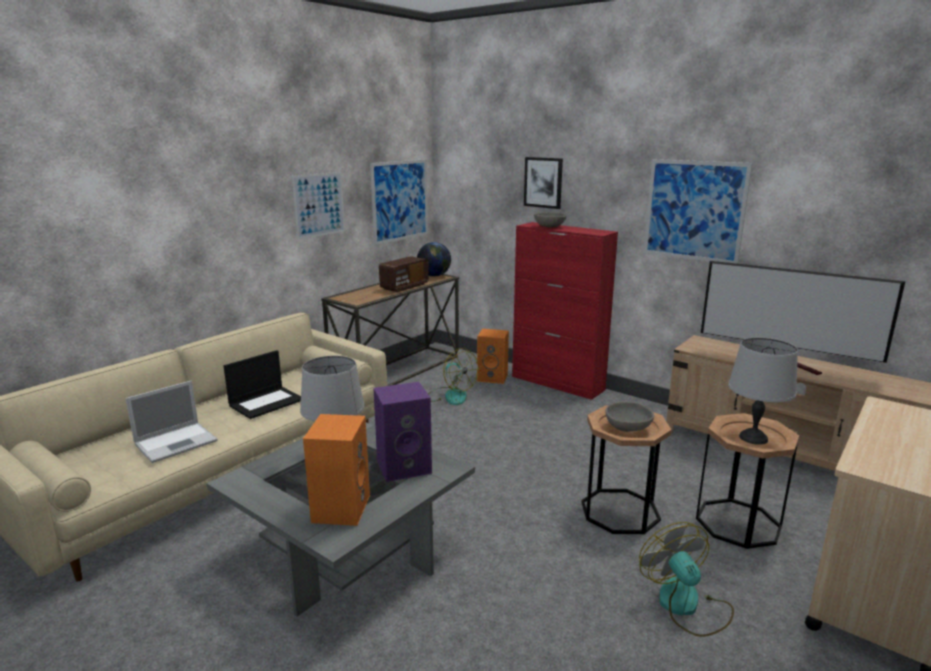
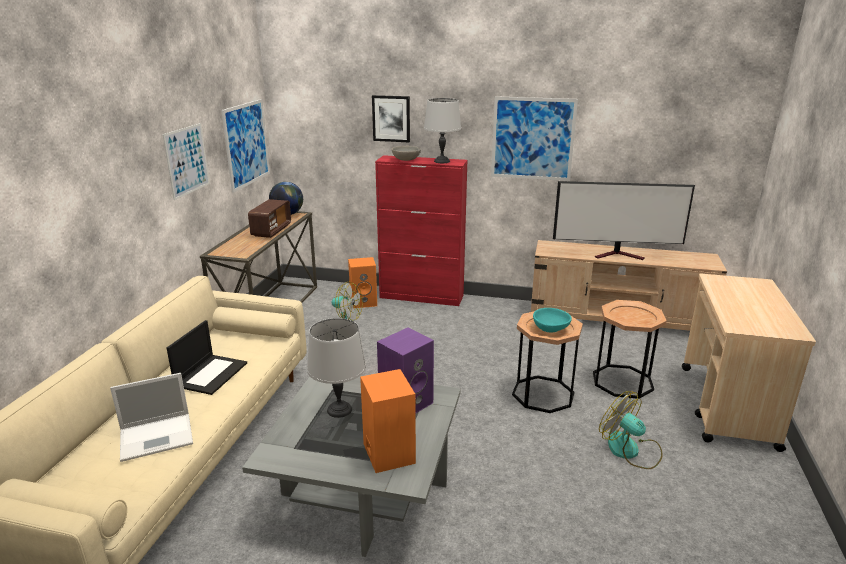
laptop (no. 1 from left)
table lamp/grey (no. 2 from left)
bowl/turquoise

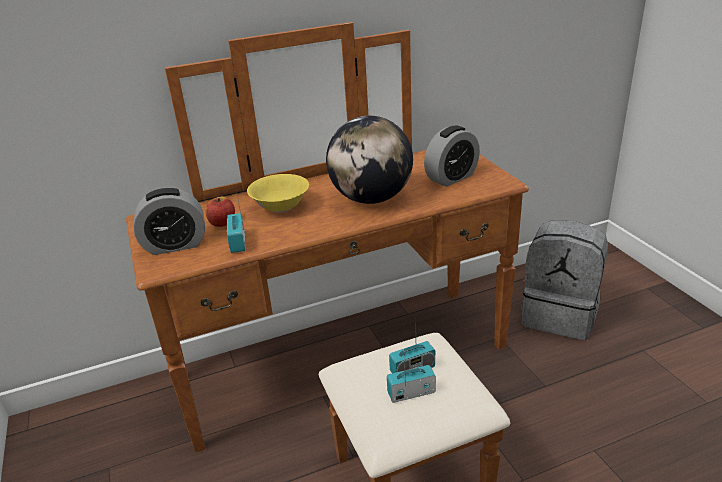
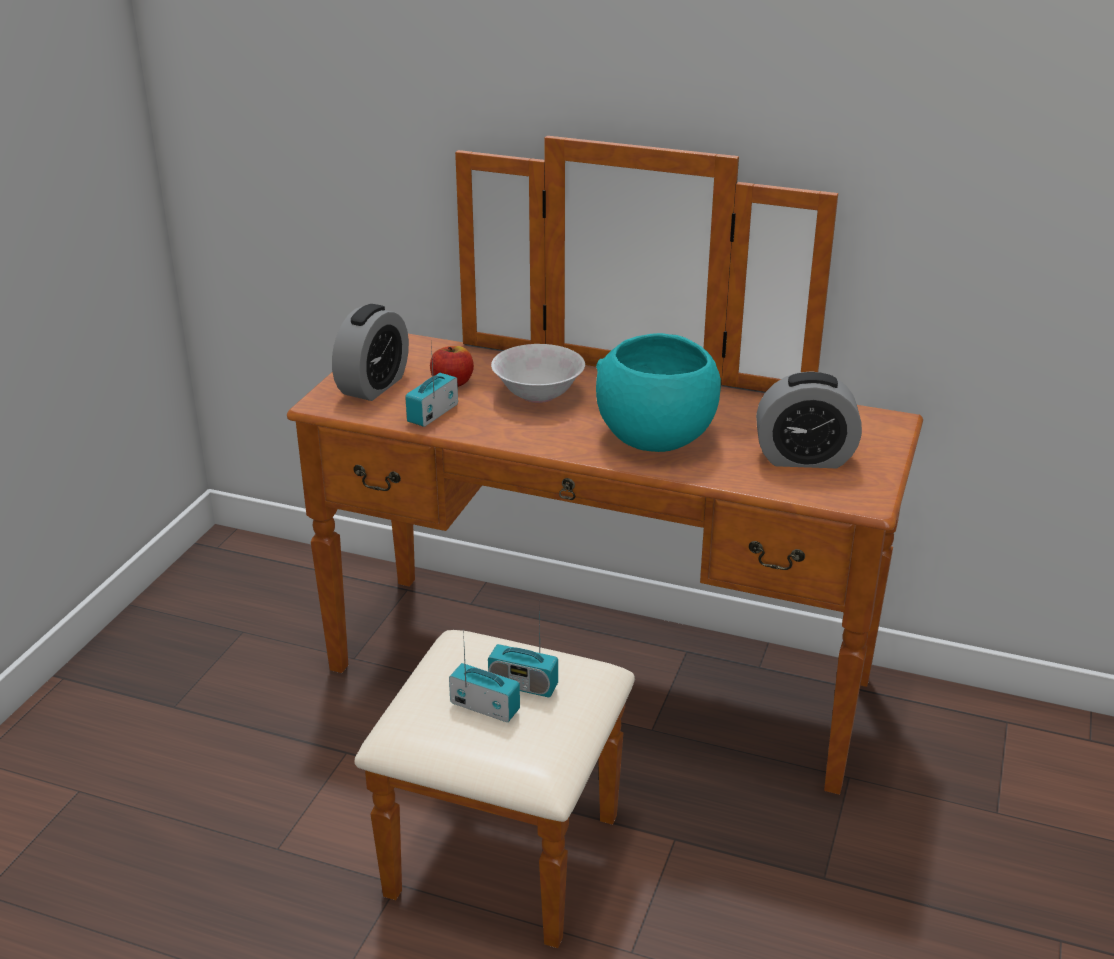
alarm clock (no. 1 from left)
bowl/white
bowl/turquoise
backpack/grey

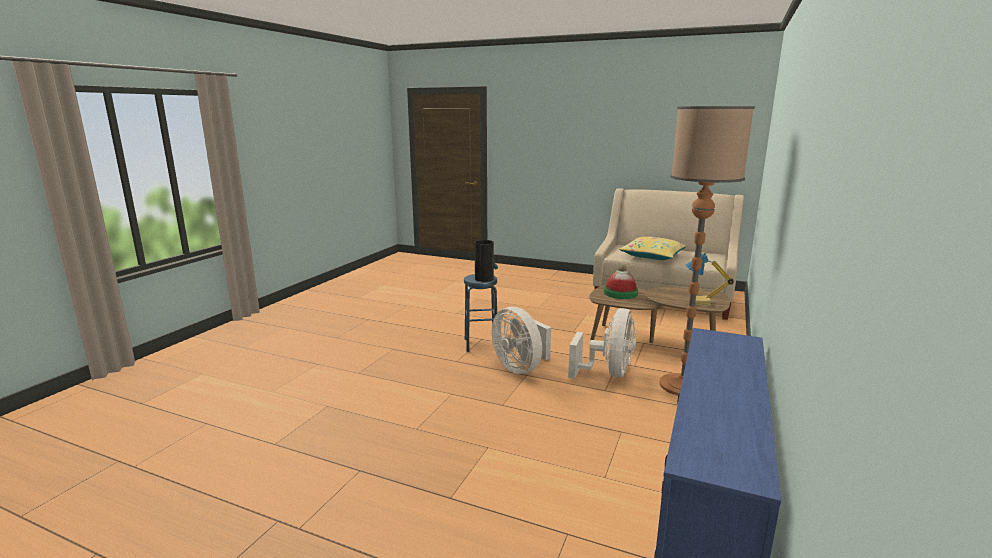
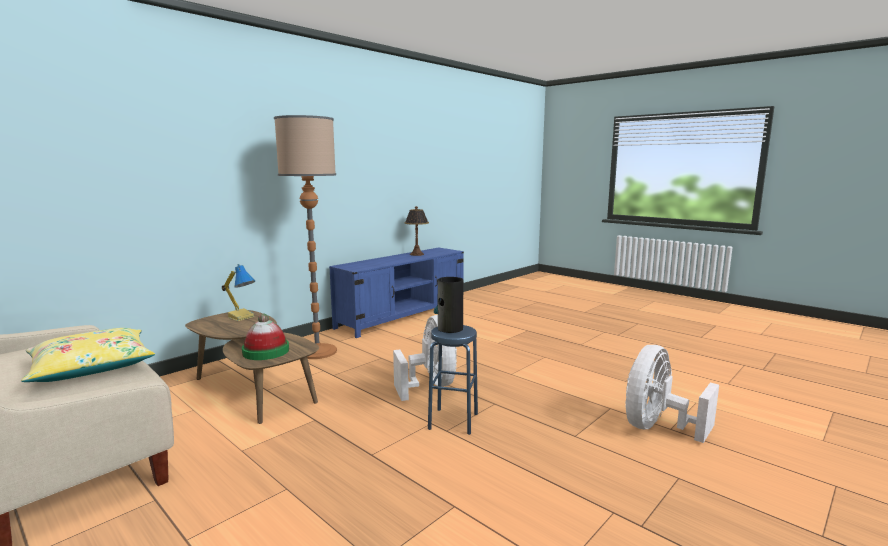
table lamp (no. 2 from left)
fan/white (no. 2 from left)

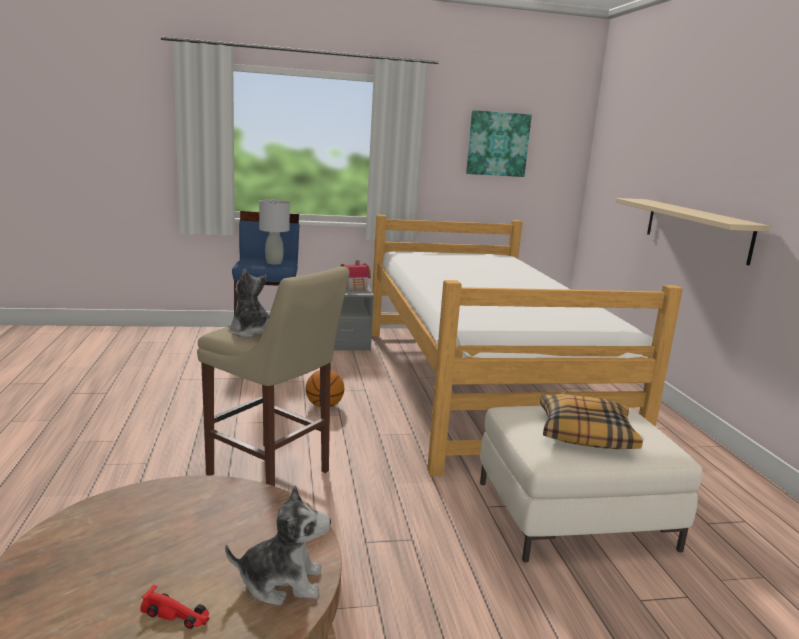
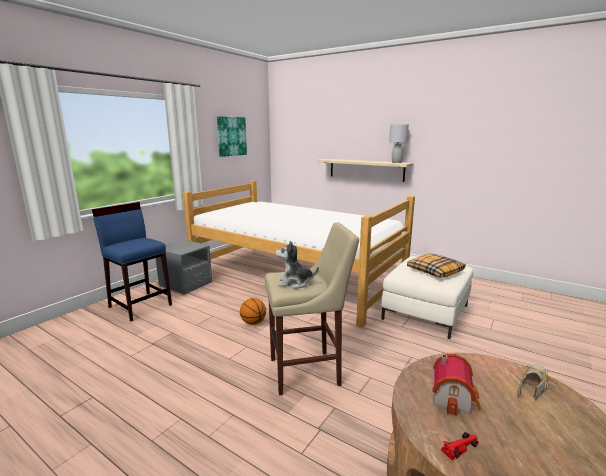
table lamp/grey
toy house
toy car/red
shoe

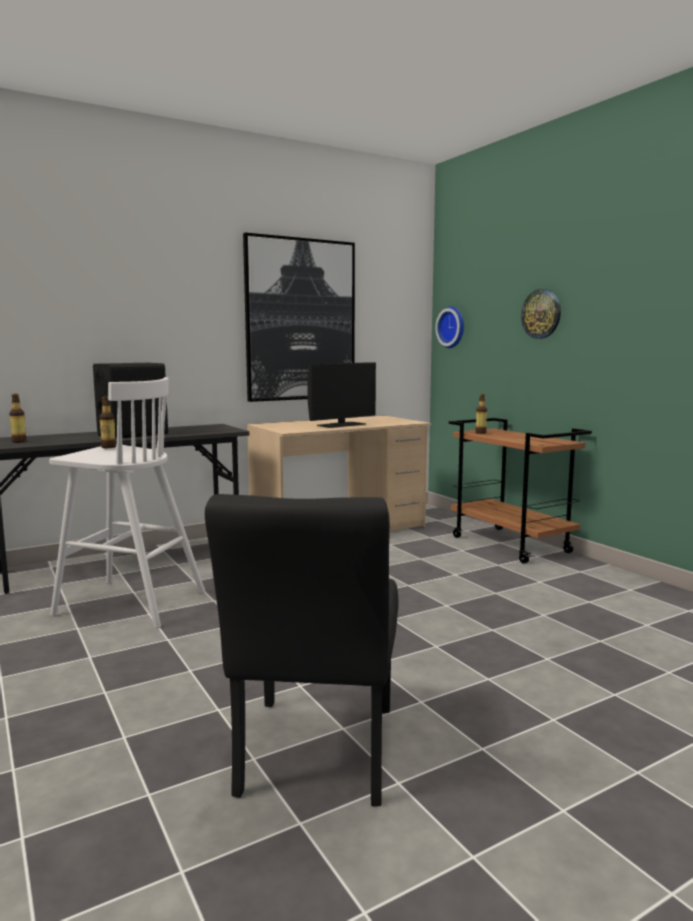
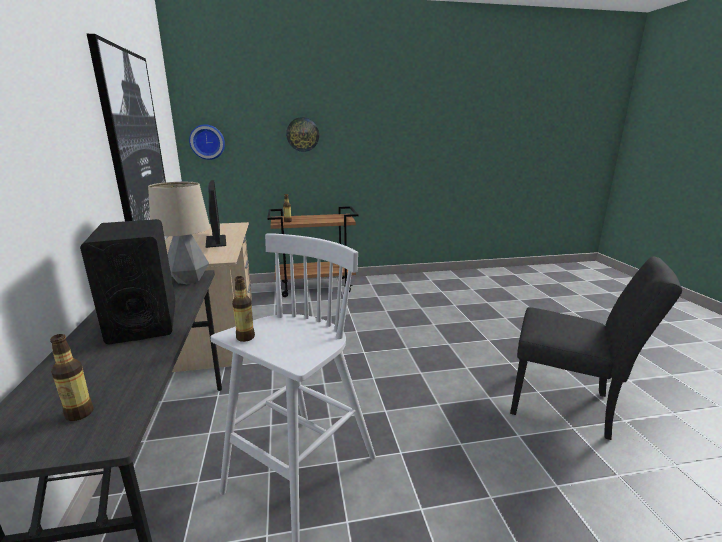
table lamp

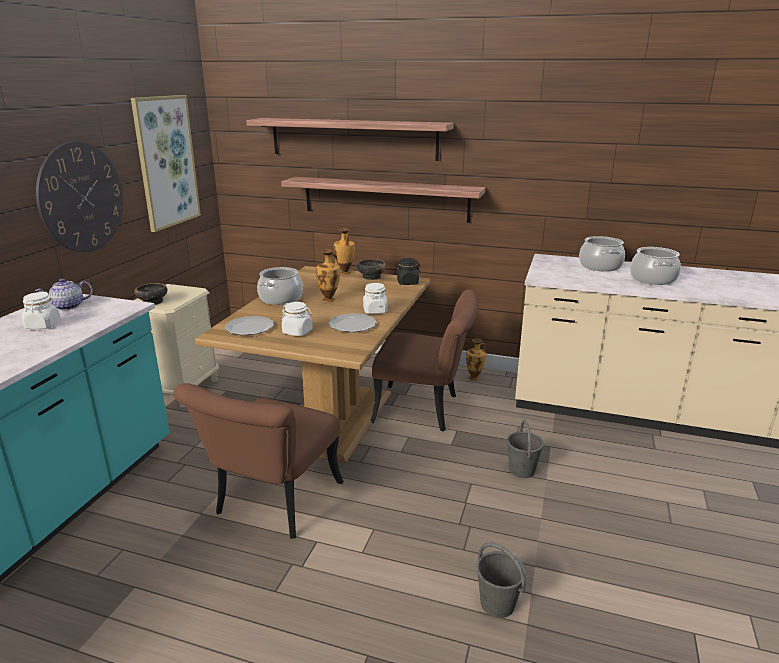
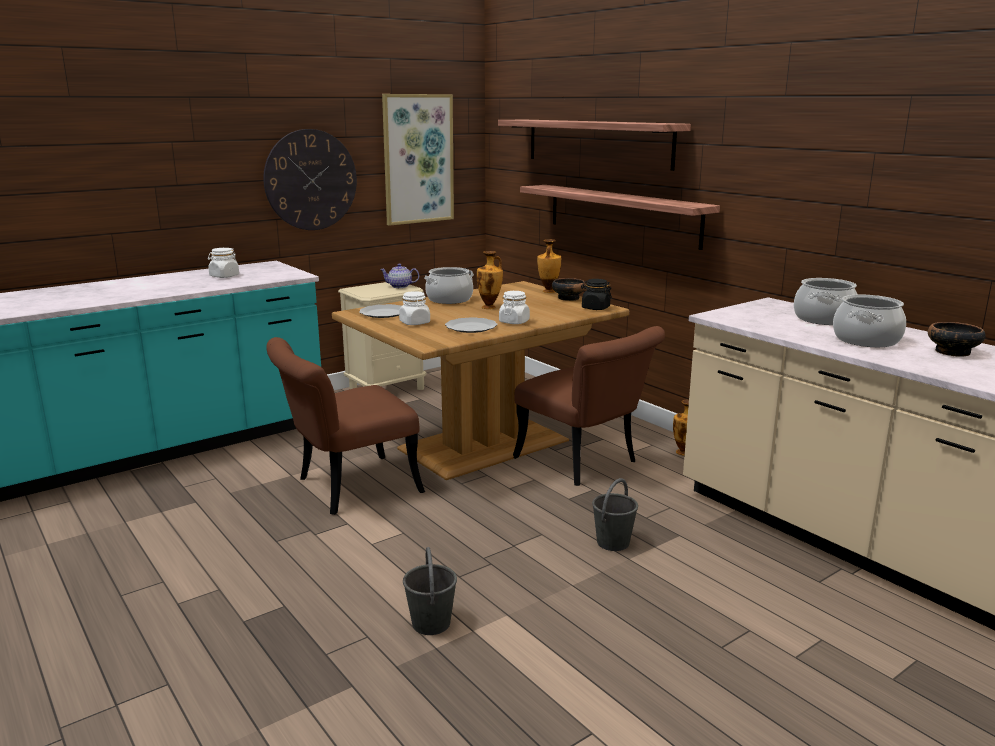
teapot
bowl (no. 2 from left)

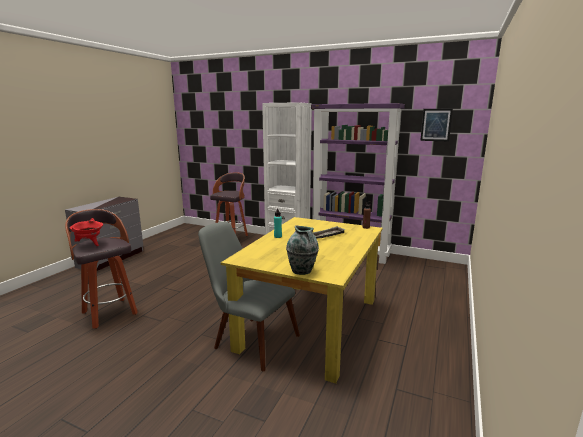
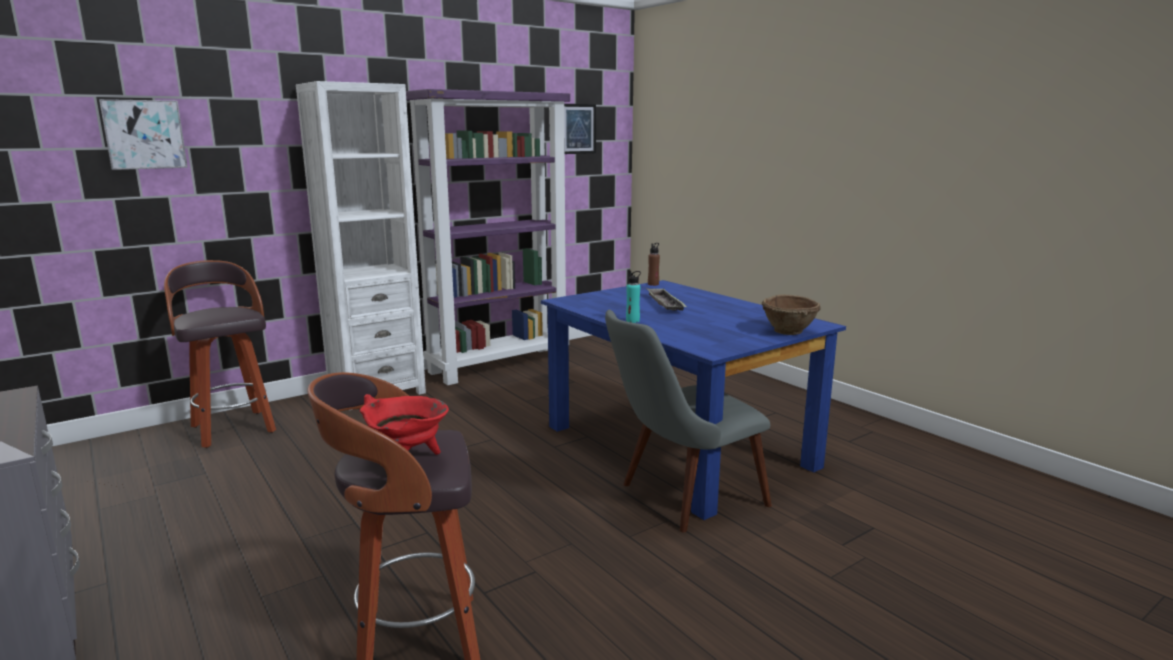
picture (no. 1 from left)
dining table/blue
bowl/brown

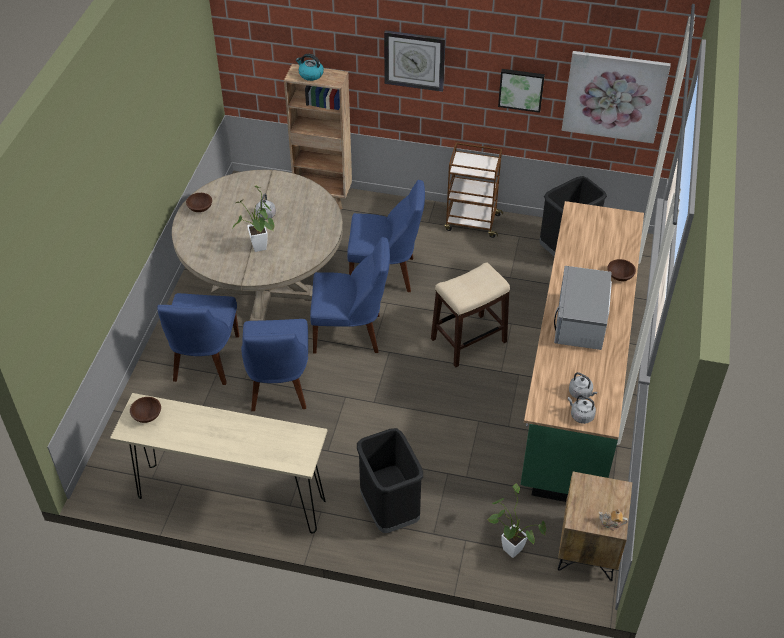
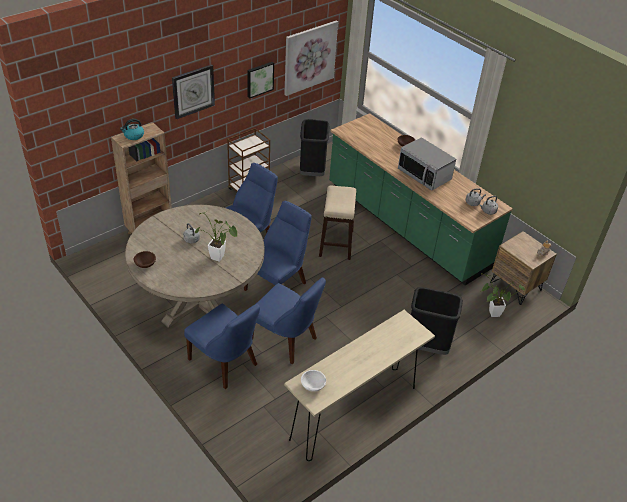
bowl/white

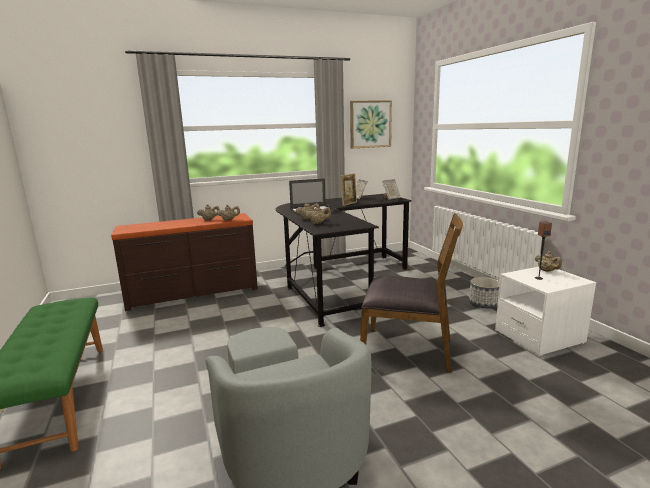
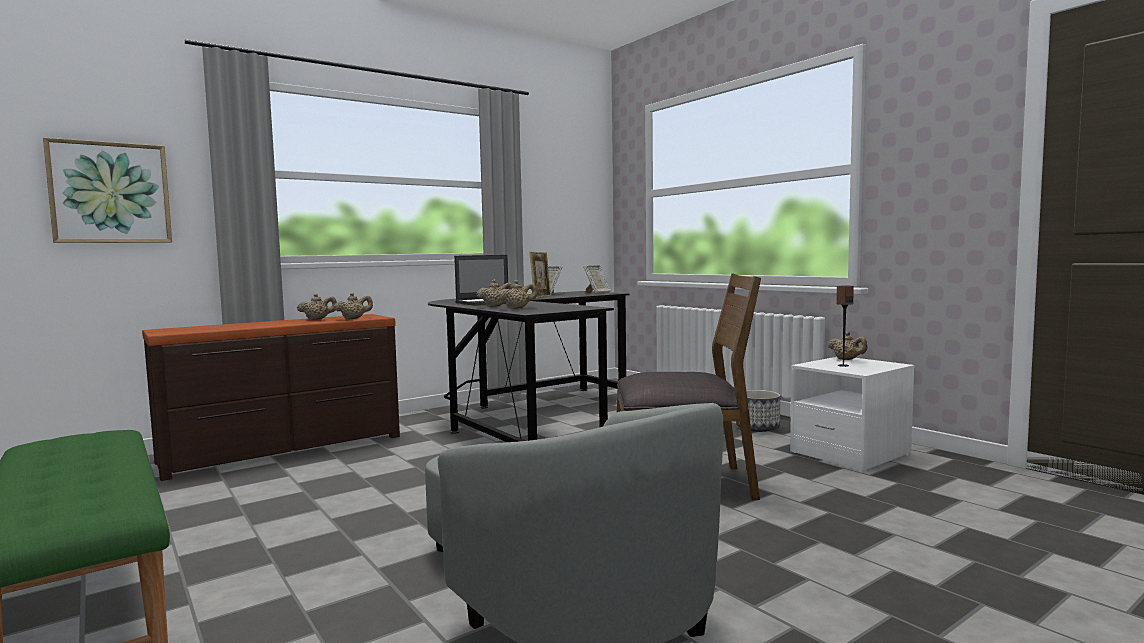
picture

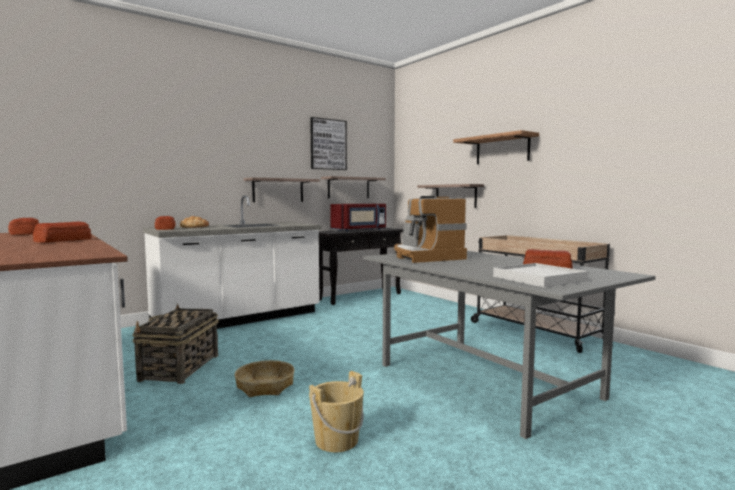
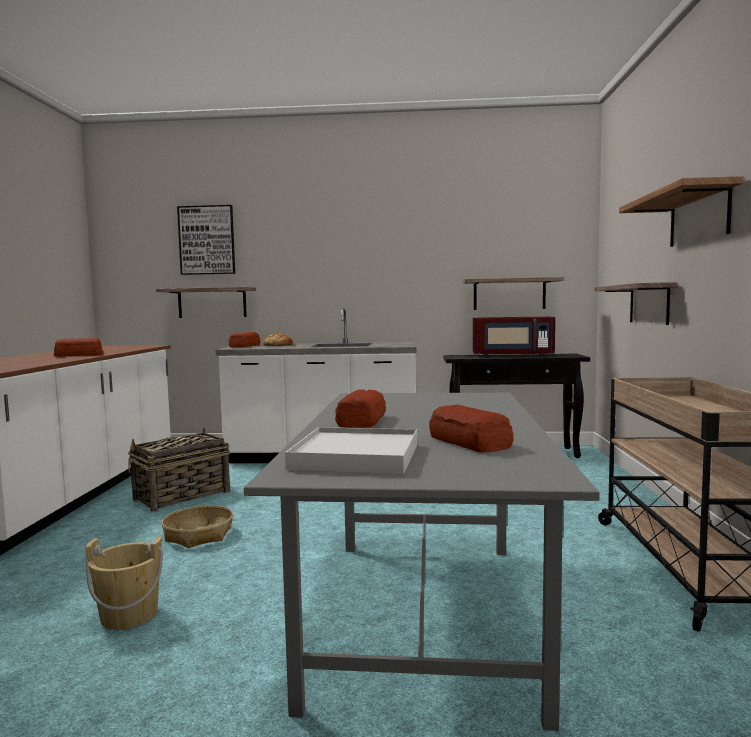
shelf (no. 1 from left)
picture
bread (no. 4 from left)
coffee machine

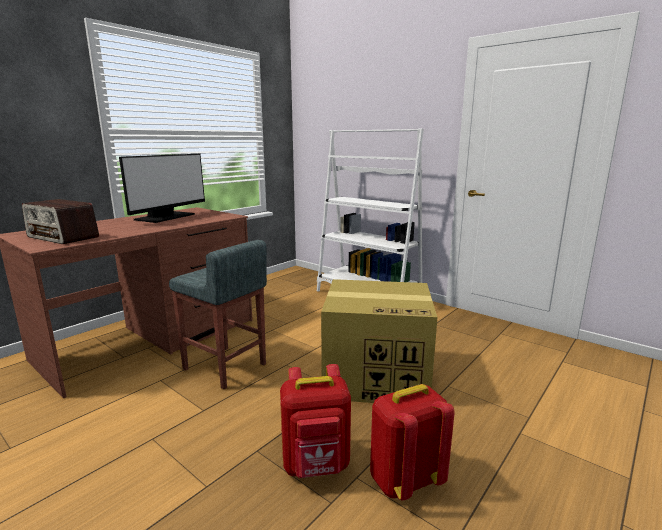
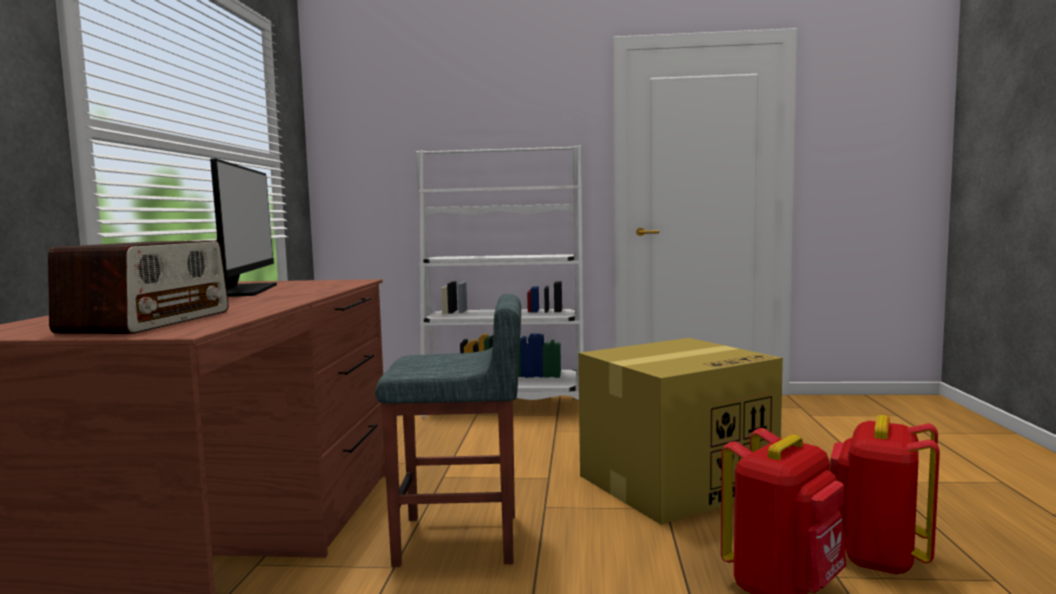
radio

